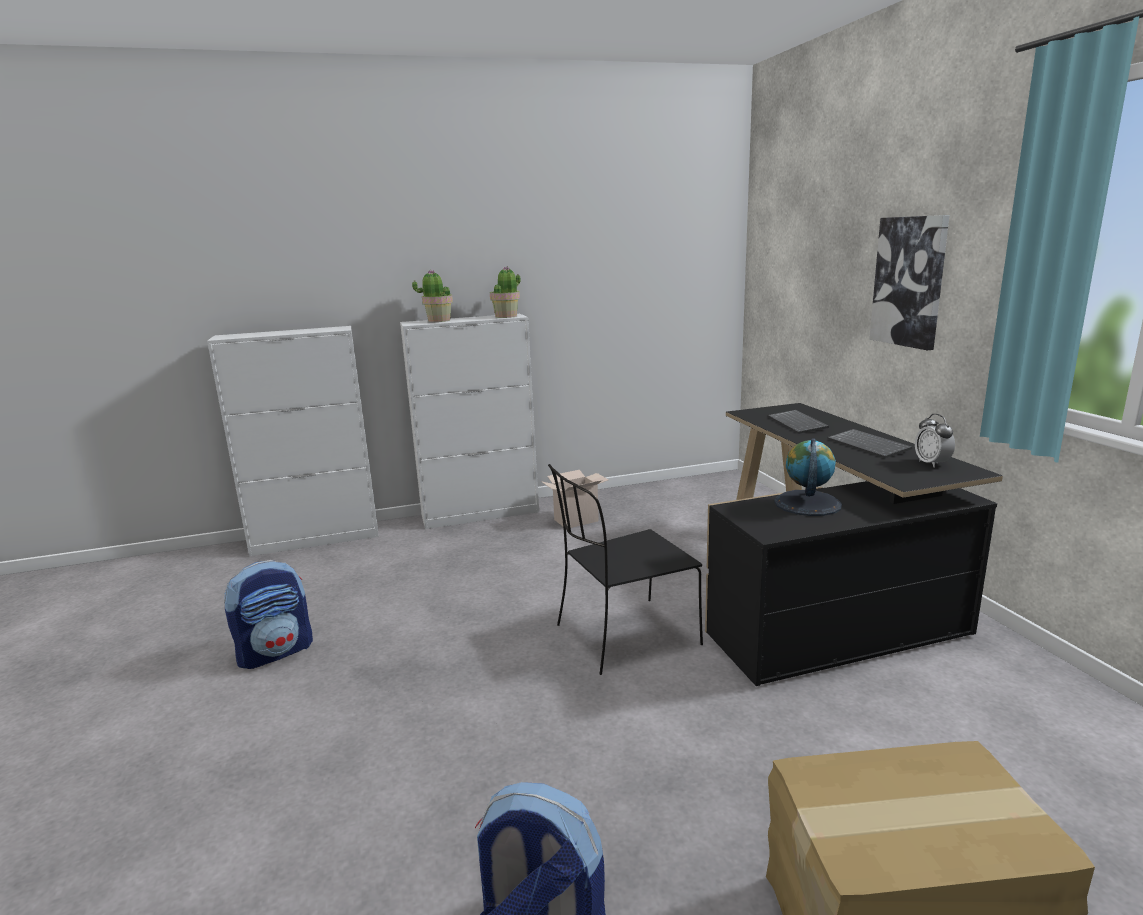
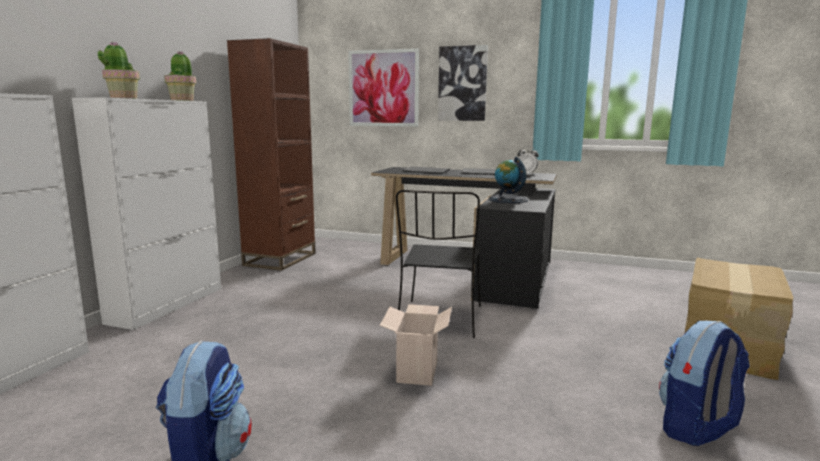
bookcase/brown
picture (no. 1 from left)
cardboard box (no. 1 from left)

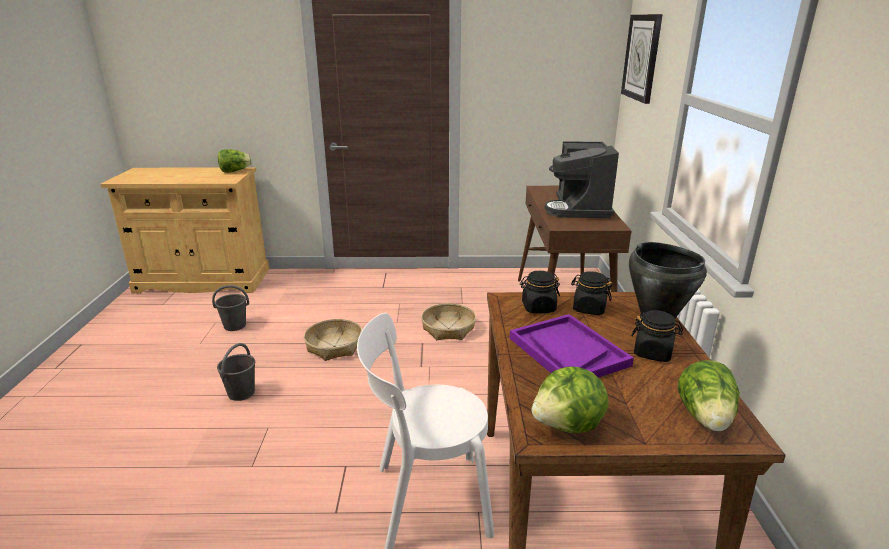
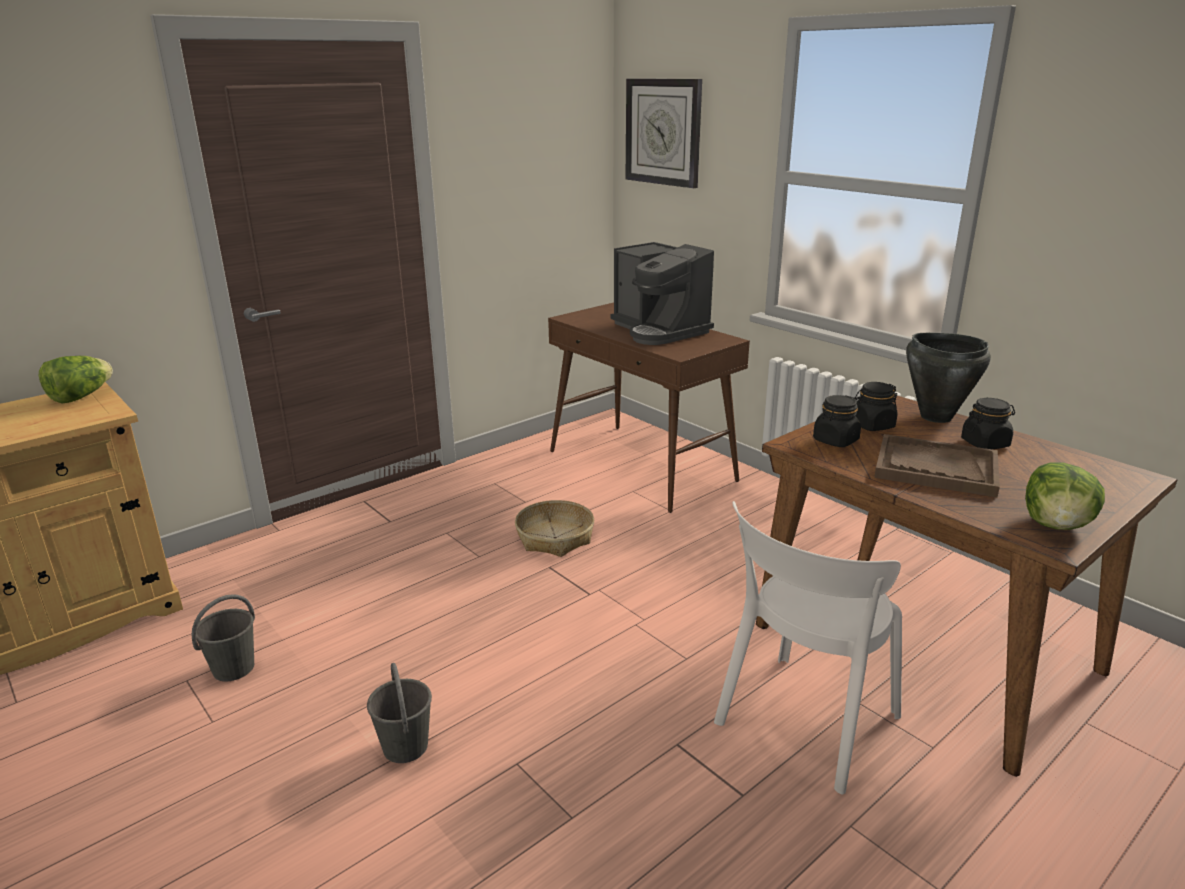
tray/brown
basket (no. 1 from left in the first image)
lettuce (no. 3 from left in the first image)

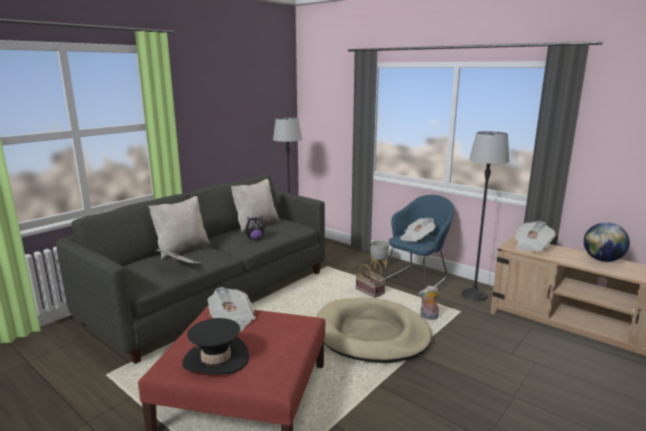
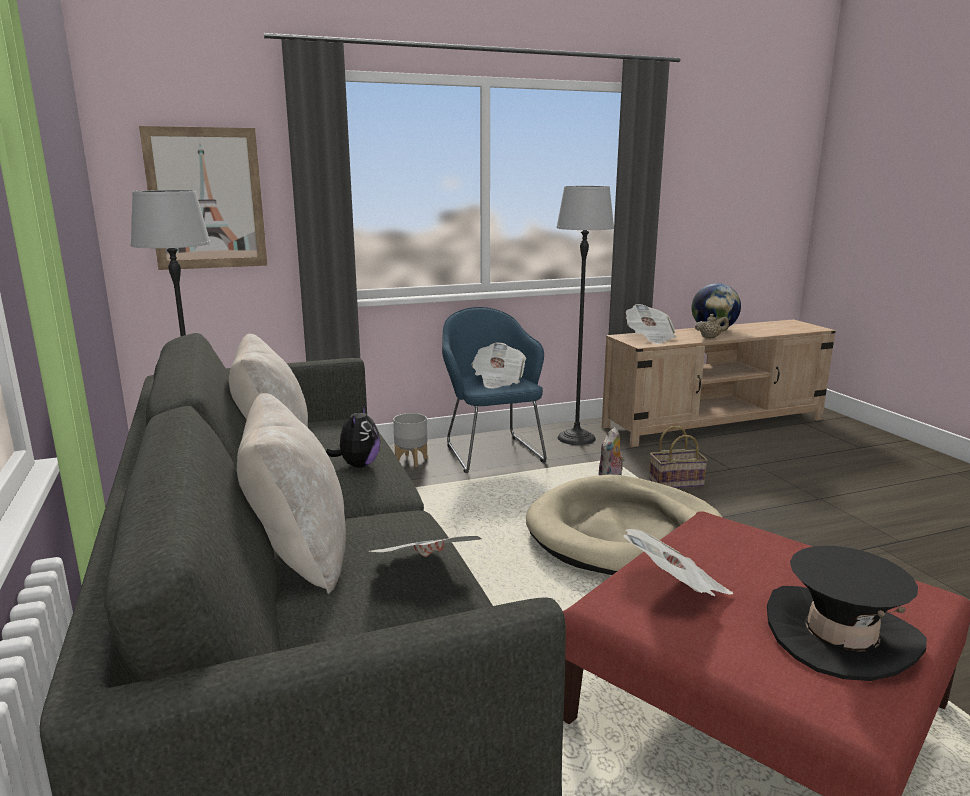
picture
basket
teapot/beige

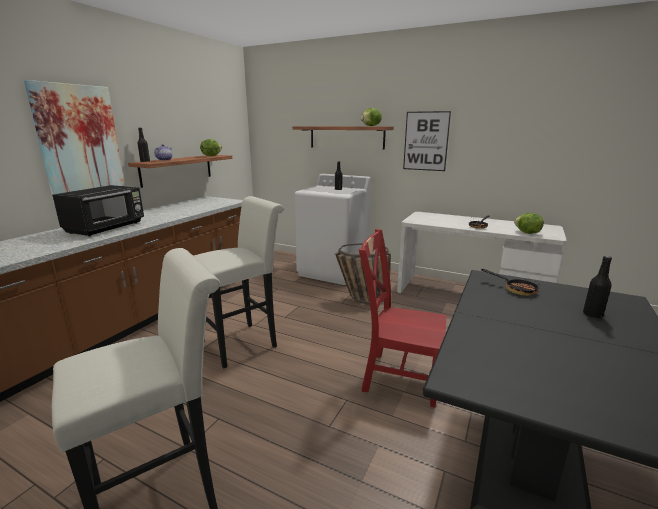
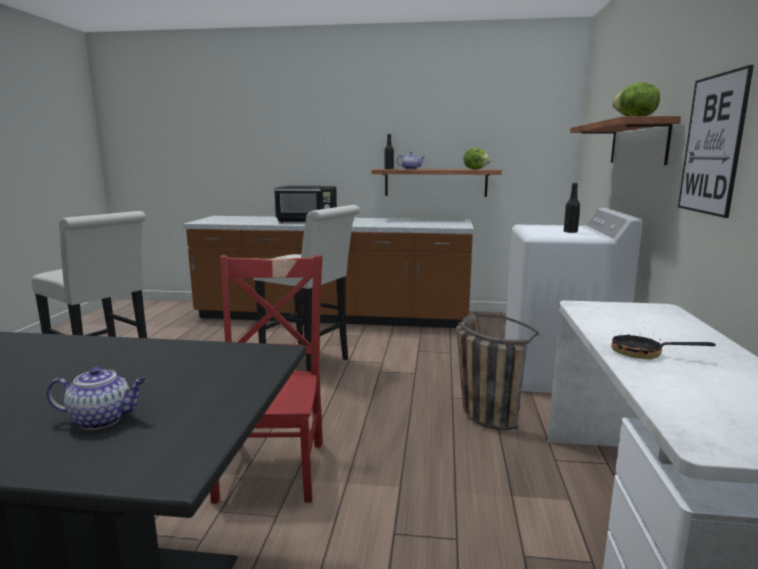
teapot (no. 1 from left)
picture (no. 1 from left in the first image)
frying pan (no. 2 from left in the first image)
lettuce (no. 3 from left in the first image)

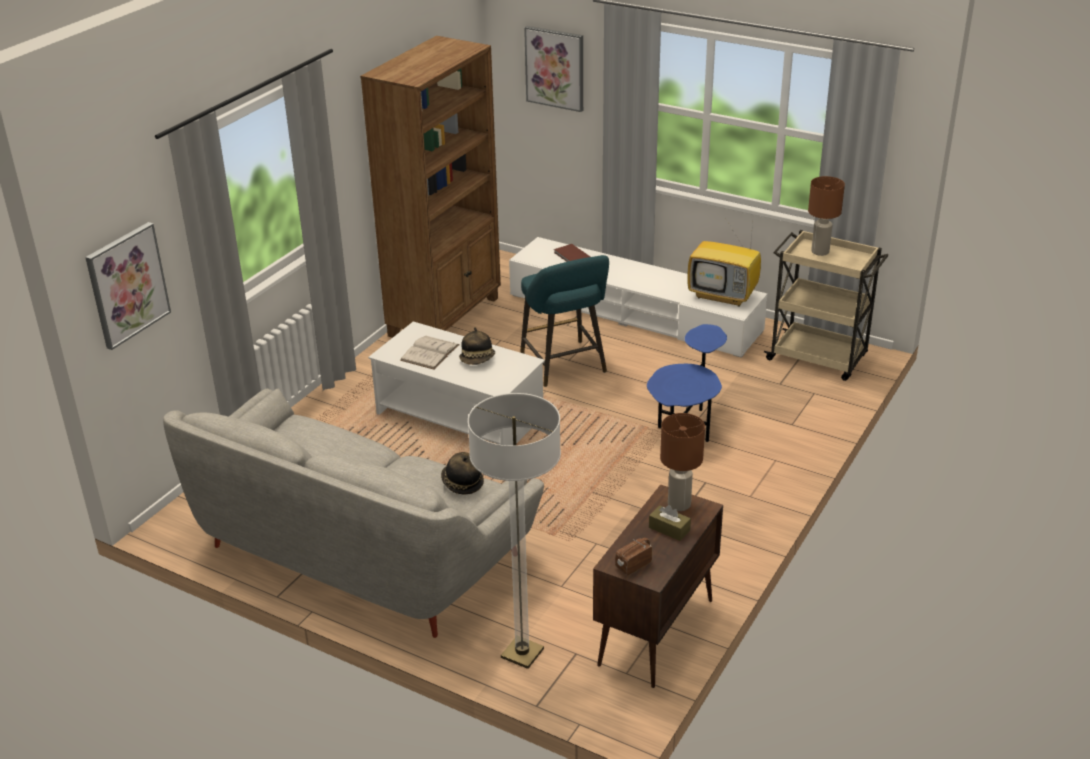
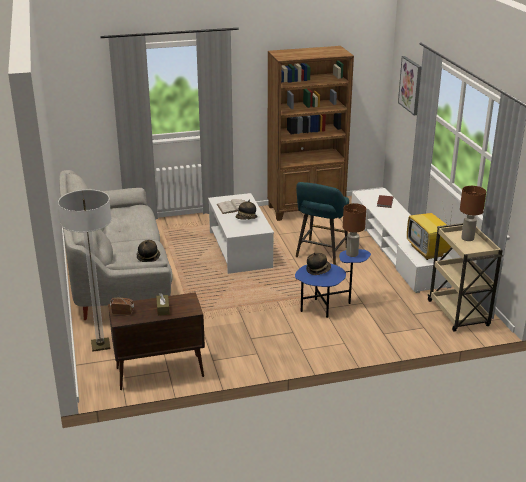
hat (no. 3 from left)
table lamp/brown (no. 1 from left)
picture (no. 1 from left in the first image)

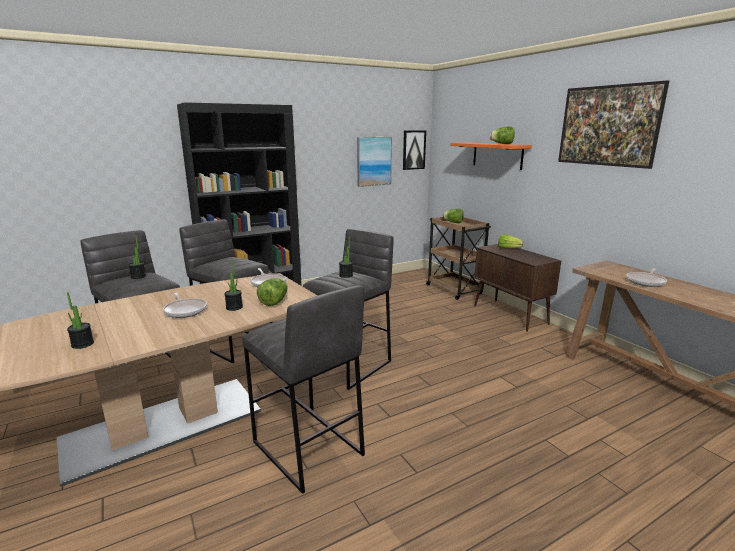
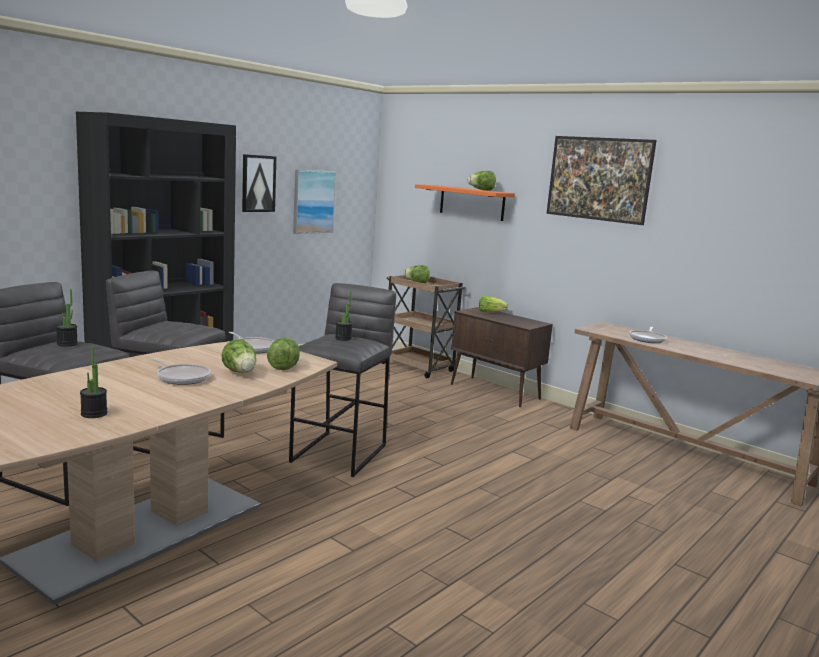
lettuce (no. 1 from left)
picture (no. 1 from left)
stool/grey (no. 3 from left in the first image)

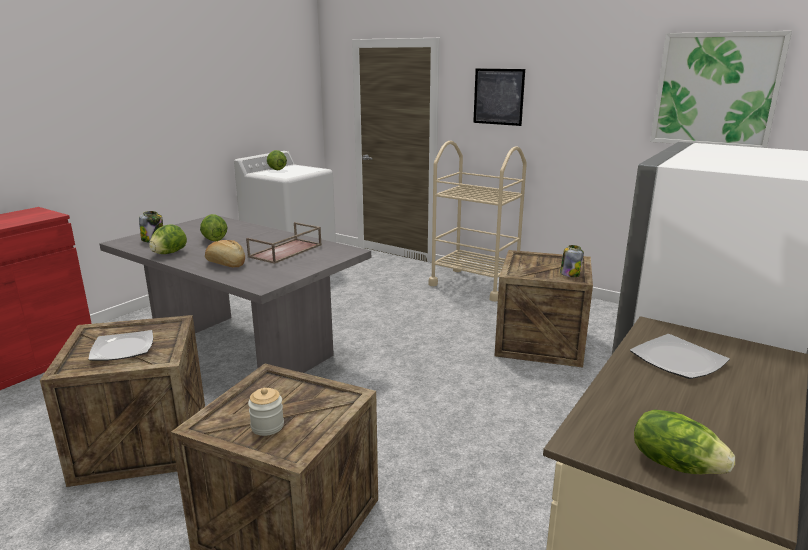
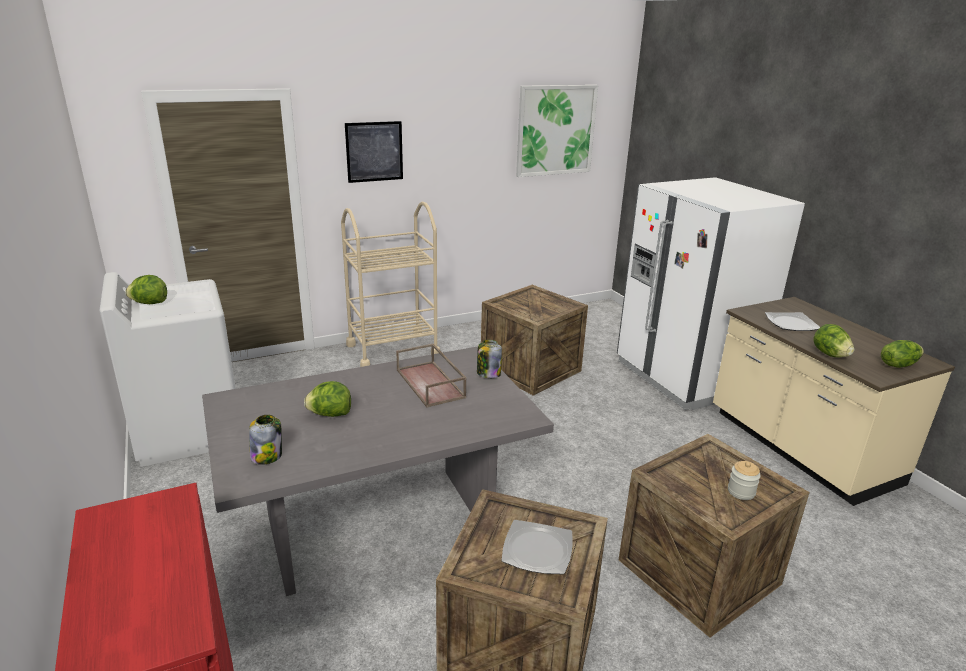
jar (no. 2 from left)
lettuce (no. 3 from left)
bread

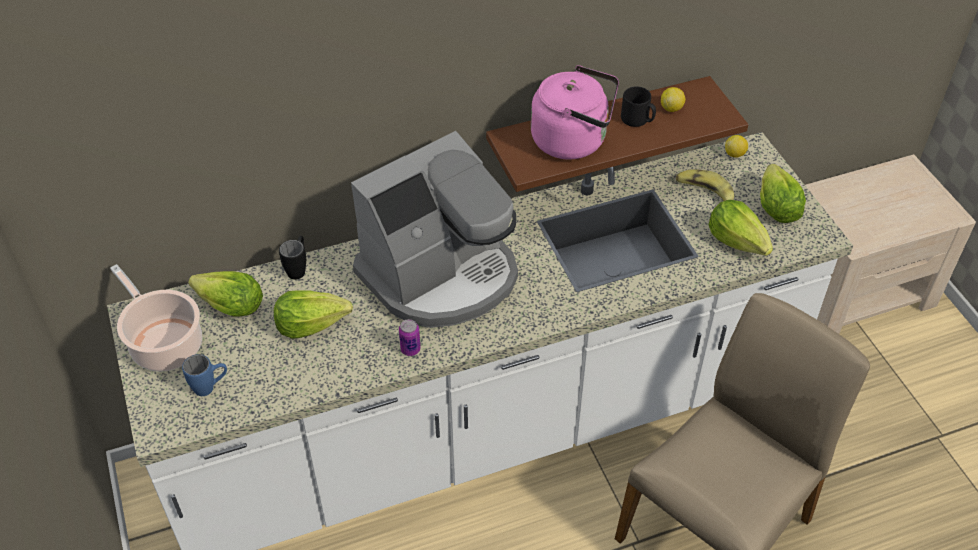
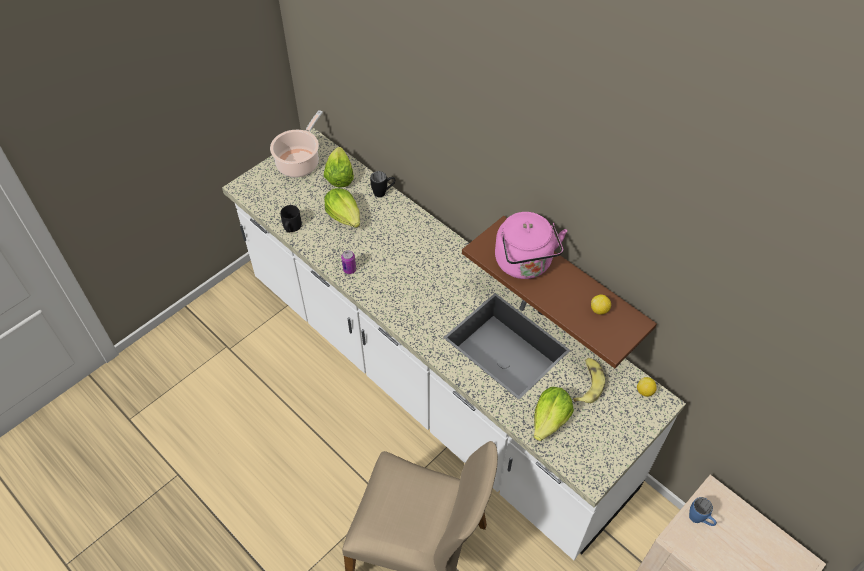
mug/black (no. 1 from left)
mug/blue
coffee machine
lettuce (no. 4 from left in the first image)

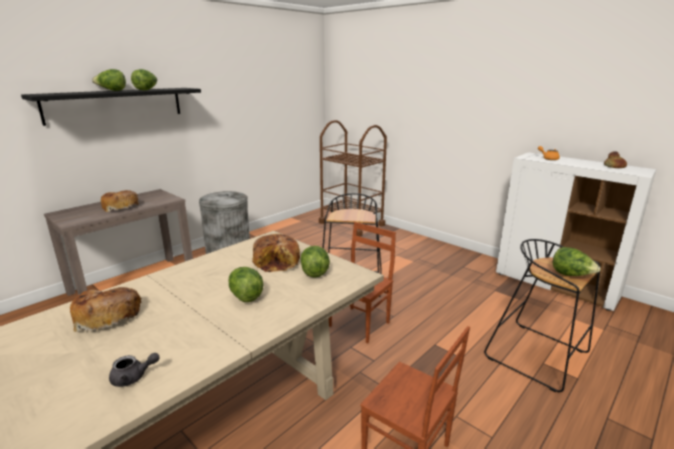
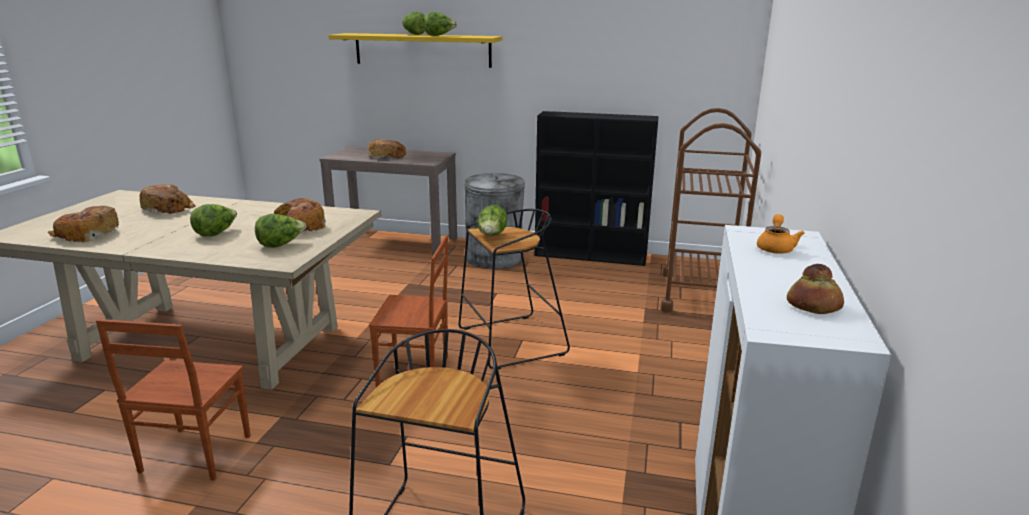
bread (no. 1 from left)
shelf/yellow
lettuce (no. 5 from left)
bookcase/black

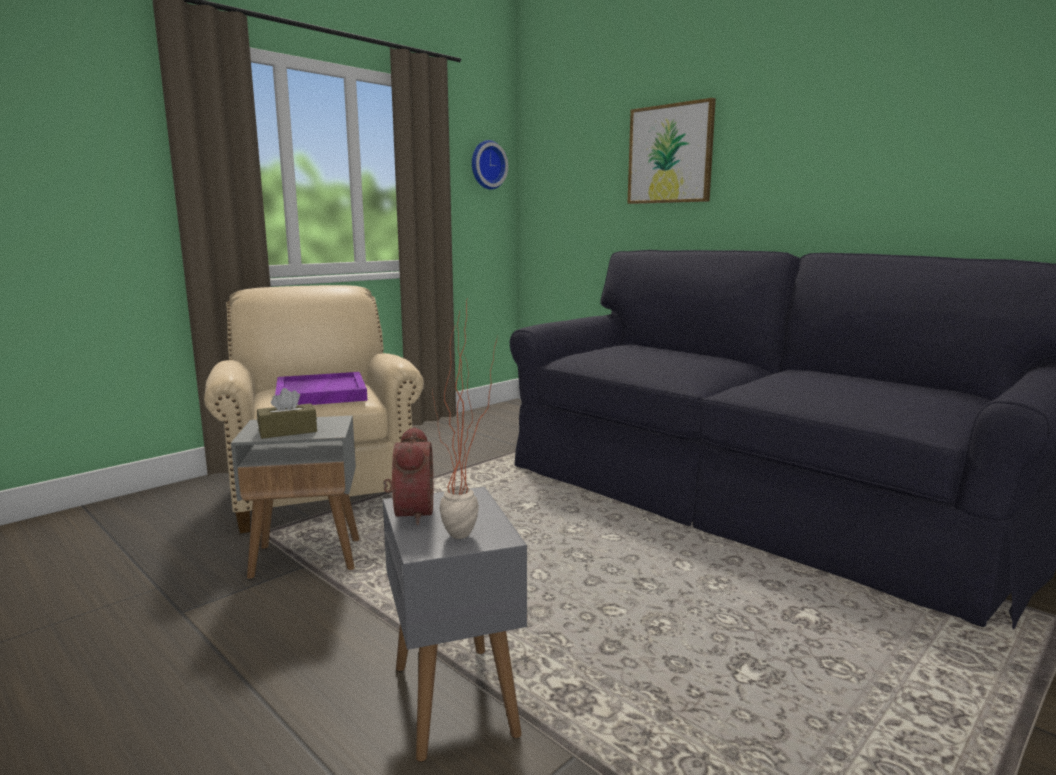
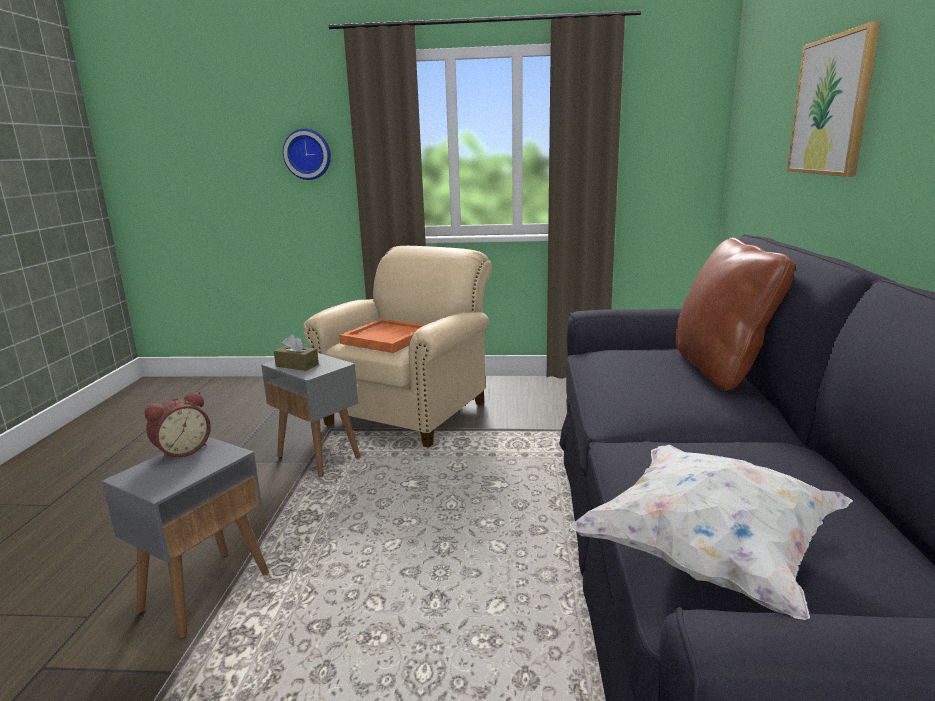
wall clock
tray/orange
pillow/white
pillow/brown
potted plant

